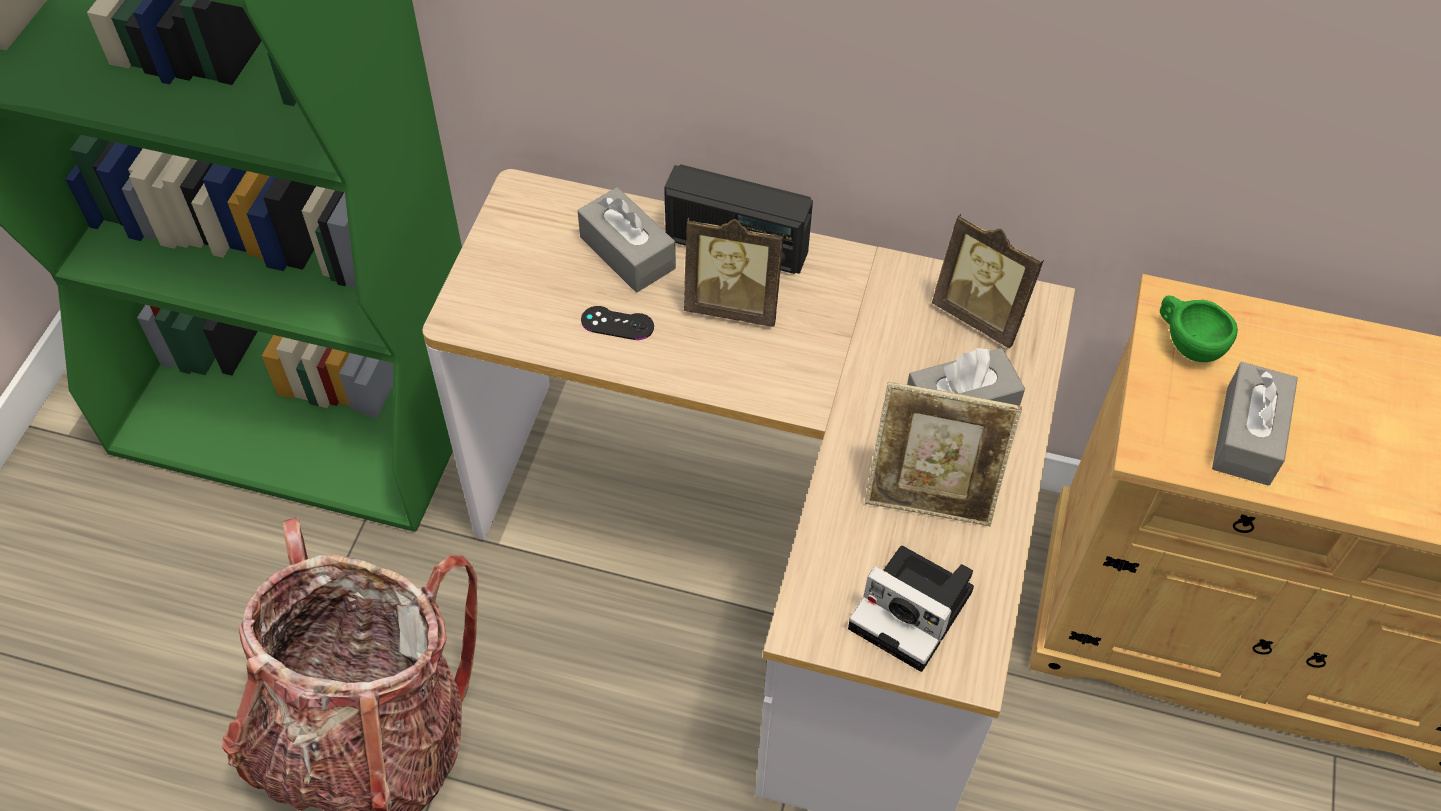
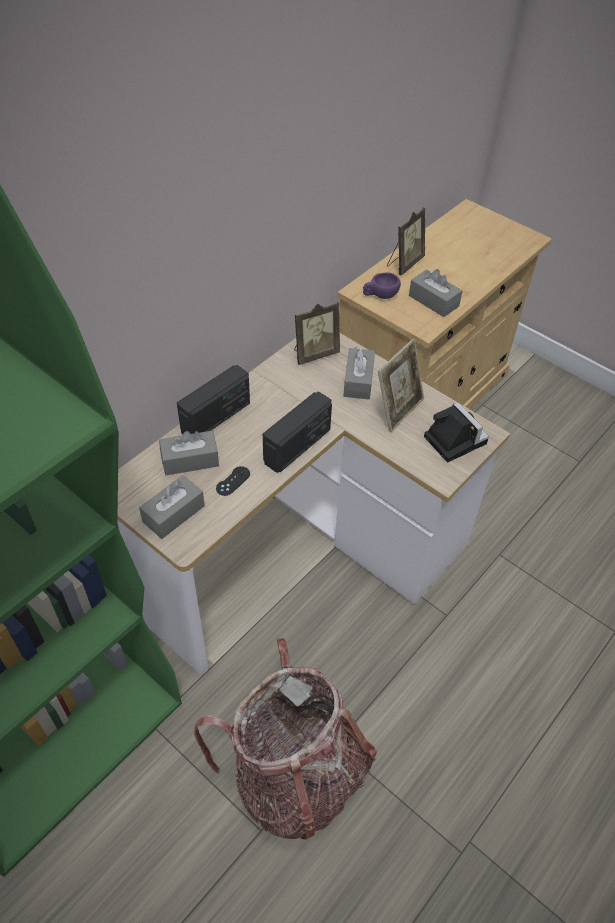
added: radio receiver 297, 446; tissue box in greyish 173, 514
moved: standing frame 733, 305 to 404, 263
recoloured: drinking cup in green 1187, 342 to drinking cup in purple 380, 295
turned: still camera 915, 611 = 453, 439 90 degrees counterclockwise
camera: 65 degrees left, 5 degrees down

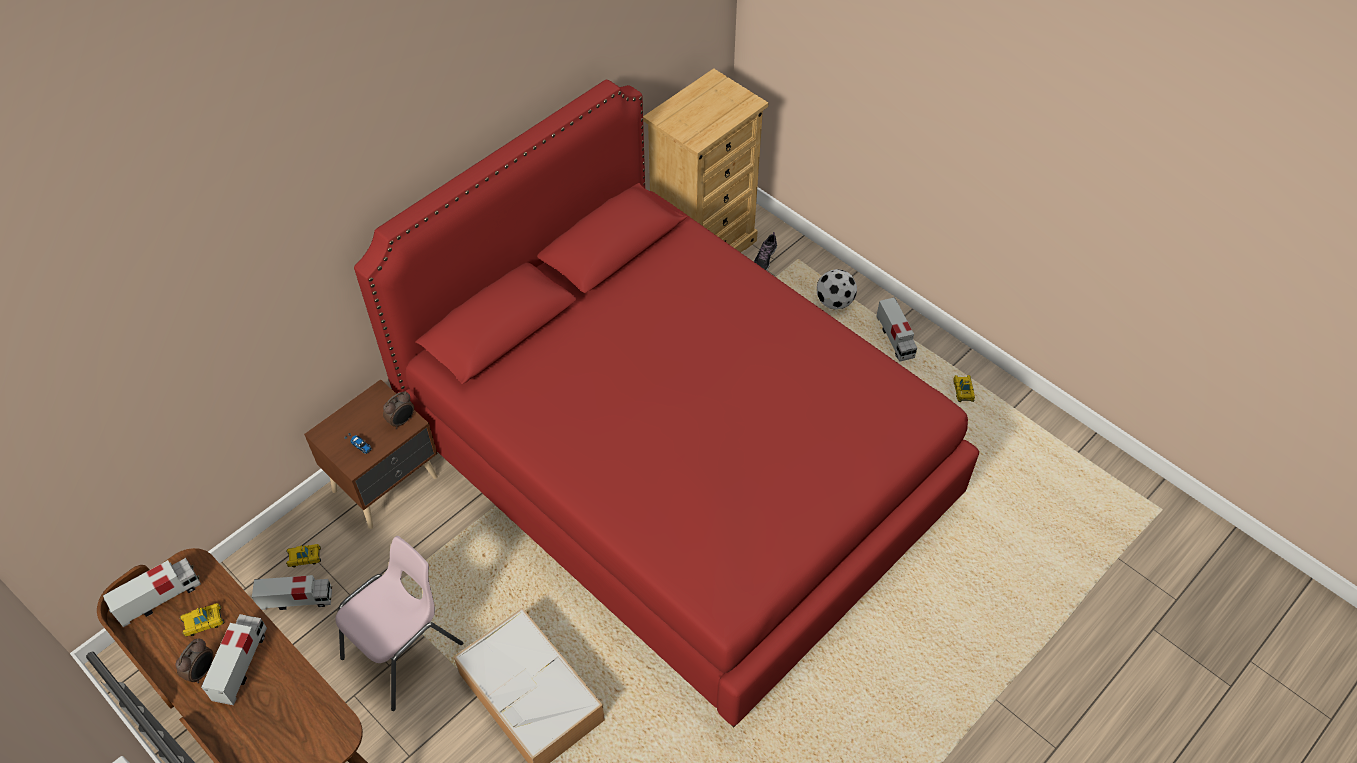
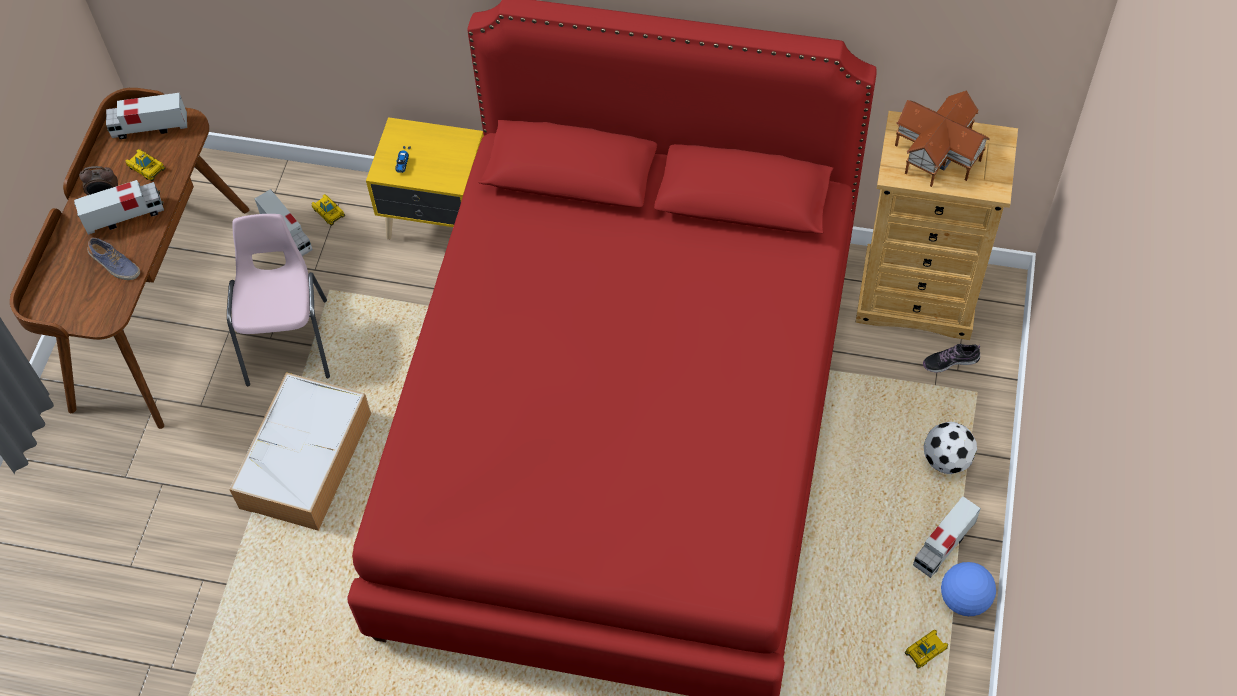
removed: alarm clock 402, 421
added: miniature house 939, 153; low shoe 115, 265; football 964, 600
recoloured: night table in brown 388, 484 to night table in yellow-coloured 439, 221
turned: plain chair in pink-coloured 405, 651 = 289, 341 105 degrees counterclockwise; model truck 160, 598 = 149, 127 150 degrees clockwise
camera: 60 degrees right, 5 degrees up

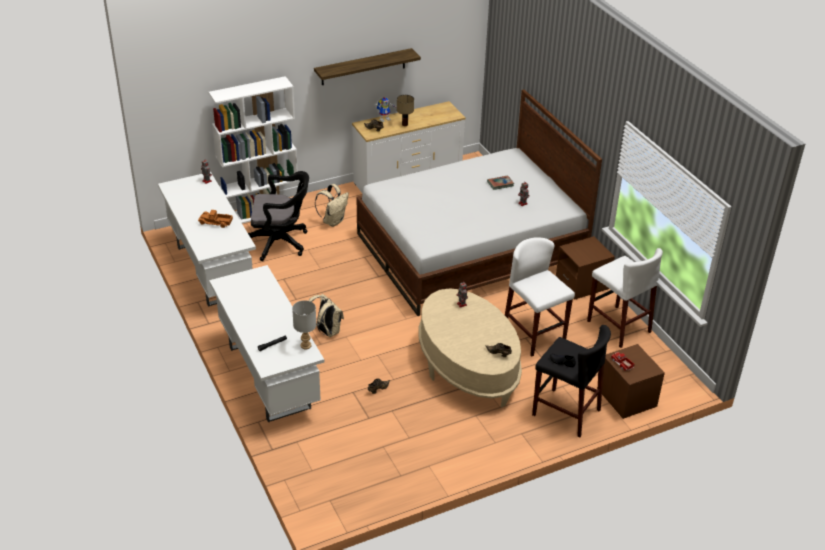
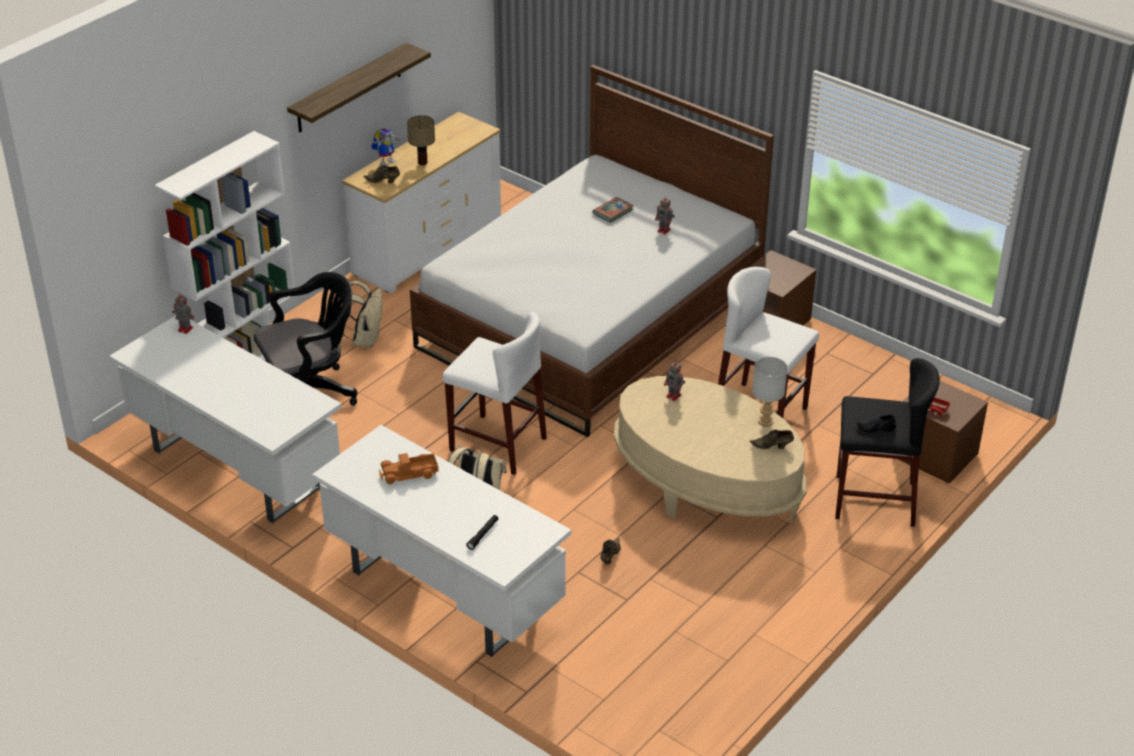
moved: model truck 215, 222 to 409, 474; stool seat in white-coloured 618, 326 to 497, 444; lamp for a table in greyish 305, 345 to 765, 422
camera: 25 degrees left, 0 degrees up

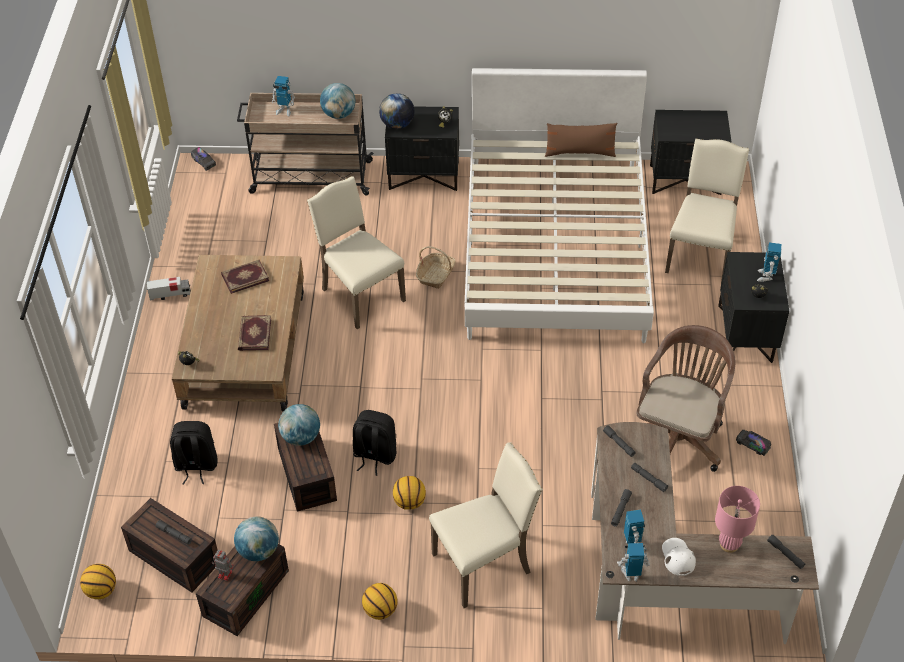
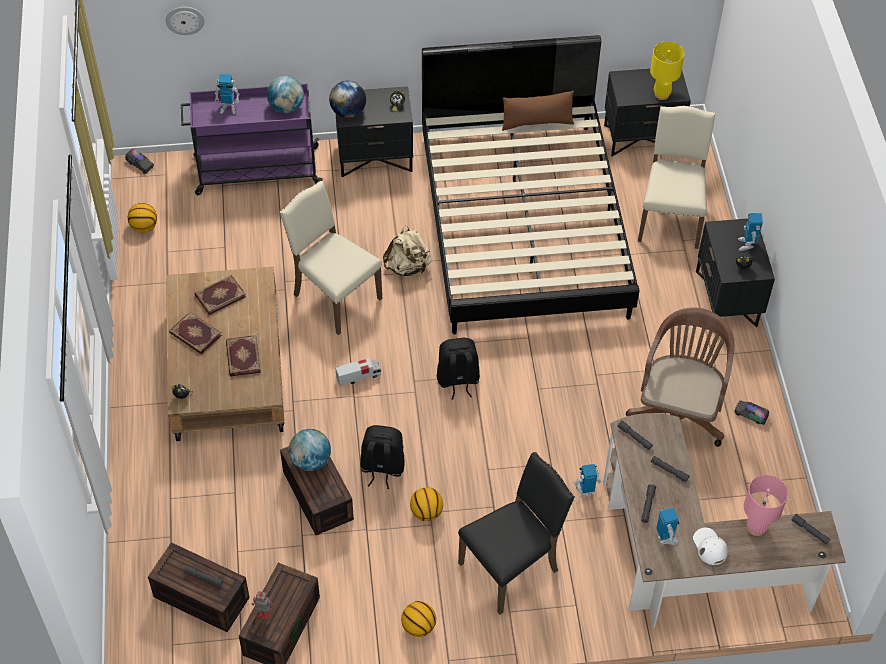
removed: desk globe 259, 550
added: wall clock 185, 20; lamp for a table in yellow-coloured 662, 94; book 195, 335
moved: model truck 170, 294 to 358, 377; backpack in blackish 196, 465 to 457, 380; model robot 631, 574 to 585, 491; basketball 101, 590 to 144, 227
replaced: basket 436, 275 to backpack in sand-coloured 408, 267
recoloured: bedroom bed in white-coloured 556, 246 to bedroom bed in blackish 524, 224; cart in sand-coloured 309, 177 to cart in purple 256, 171; plain chair in sand-coloured 484, 564 to plain chair in blackish 511, 567
camera: 10 degrees left, 5 degrees up

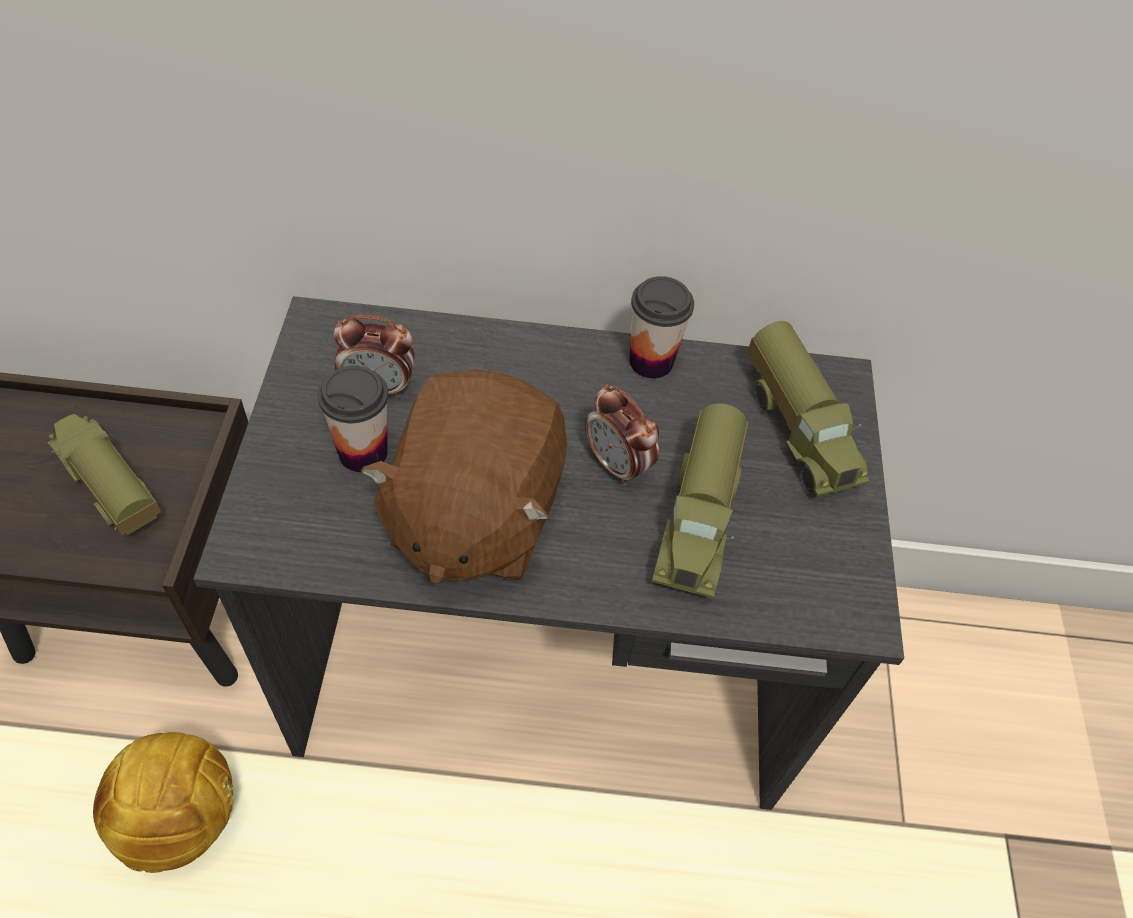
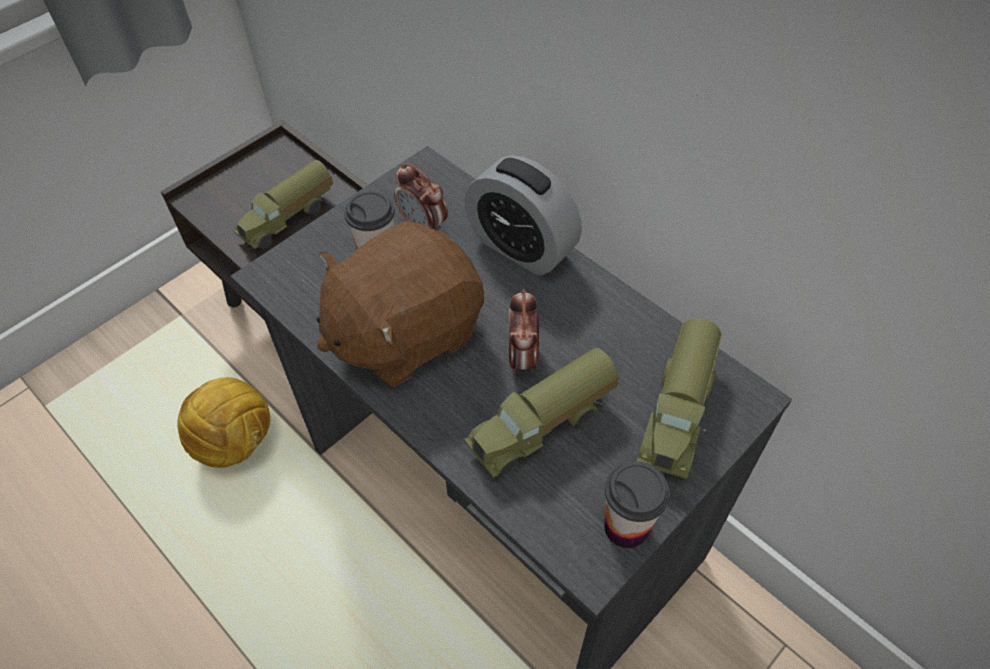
added: alarm clock 521, 247
moved: drinking cup 651, 361 to 626, 527
turned: model truck 109, 489 = 289, 219 135 degrees counterclockwise
camera: 45 degrees right, 0 degrees up

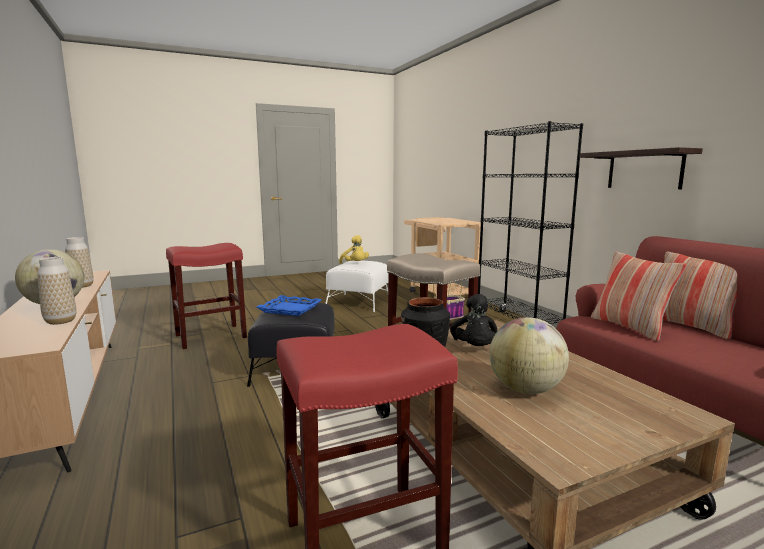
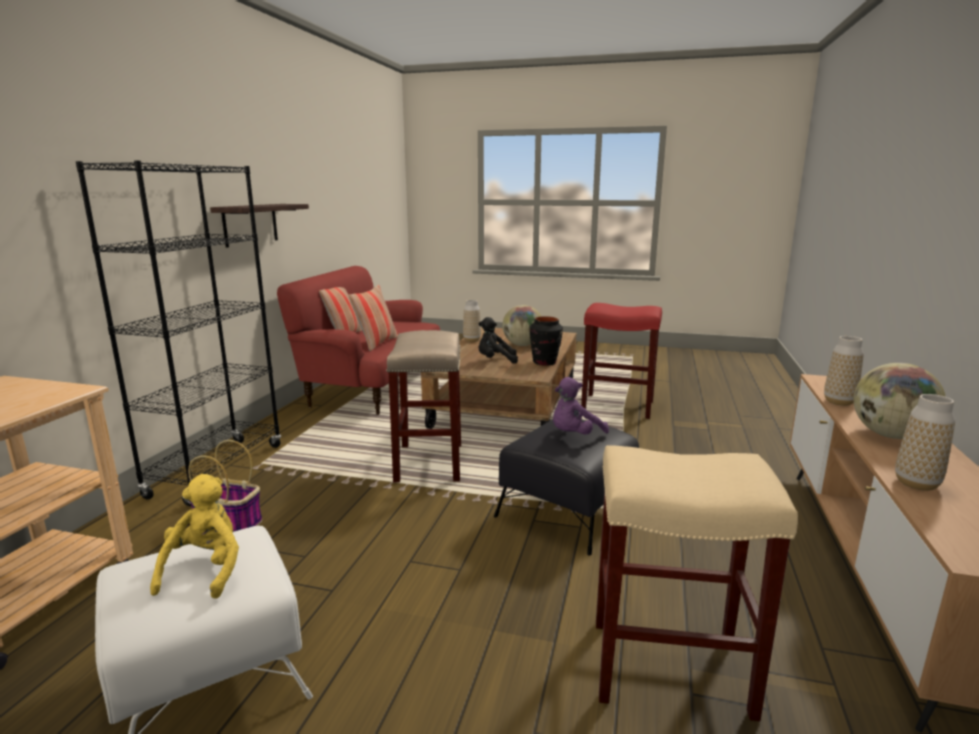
added: vase 472, 340
replaced: serving tray in blue 290, 309 to soft toy in purple 574, 435
recoloured: stool seat in reddish 211, 336 to stool seat in sand-coloured 667, 667
turned: soft toy in blackish 476, 349 = 495, 361 135 degrees counterclockwise
camera: 140 degrees left, 5 degrees up

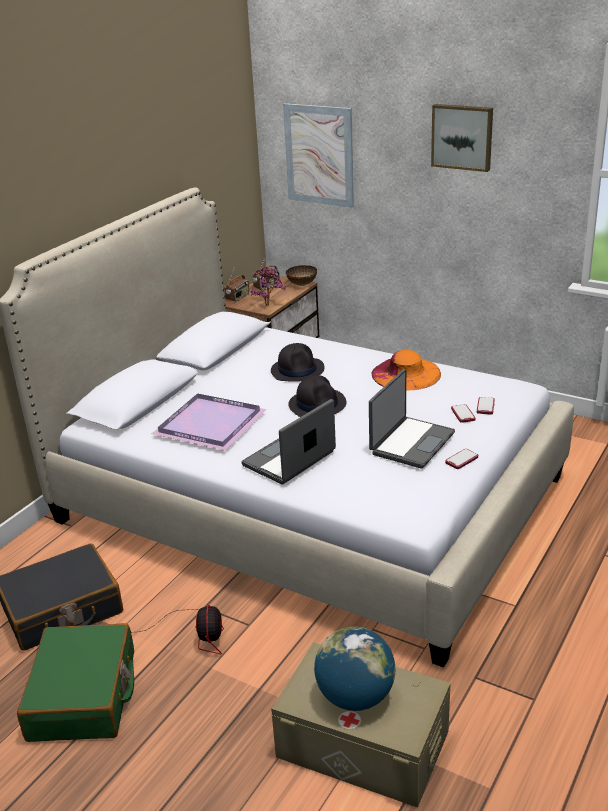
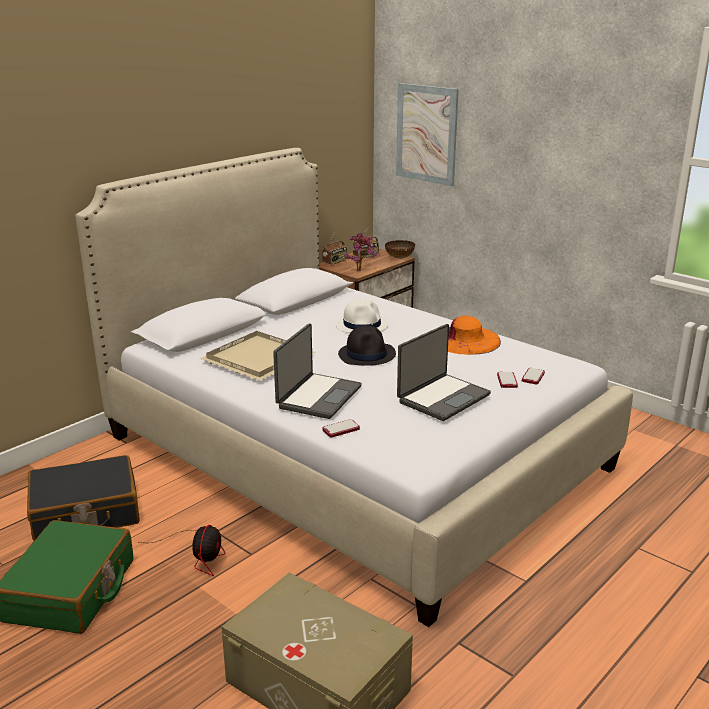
removed: wall picture 462, 137; desk globe 355, 697
moved: phone 461, 460 to 341, 429
recoloured: clothing hat in blackish 297, 370 to clothing hat in white-coloured 362, 325; serving tray in purple 208, 425 to serving tray in sand-coloured 256, 359
turned: portable computer 290, 459 = 318, 397 150 degrees clockwise
camera: 10 degrees right, 5 degrees down

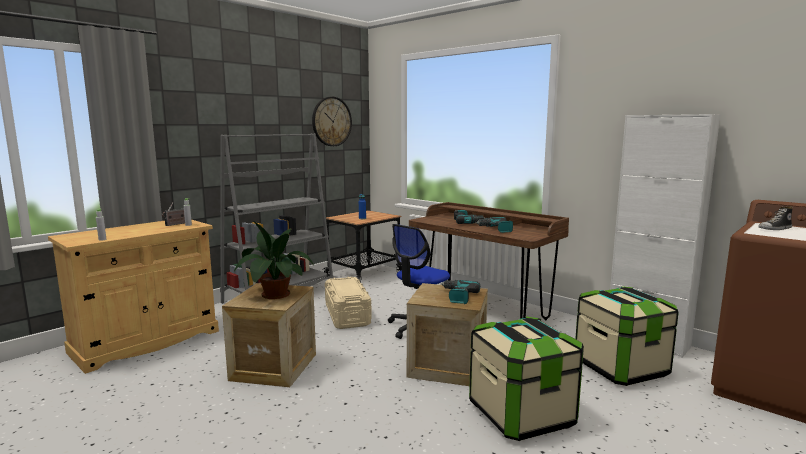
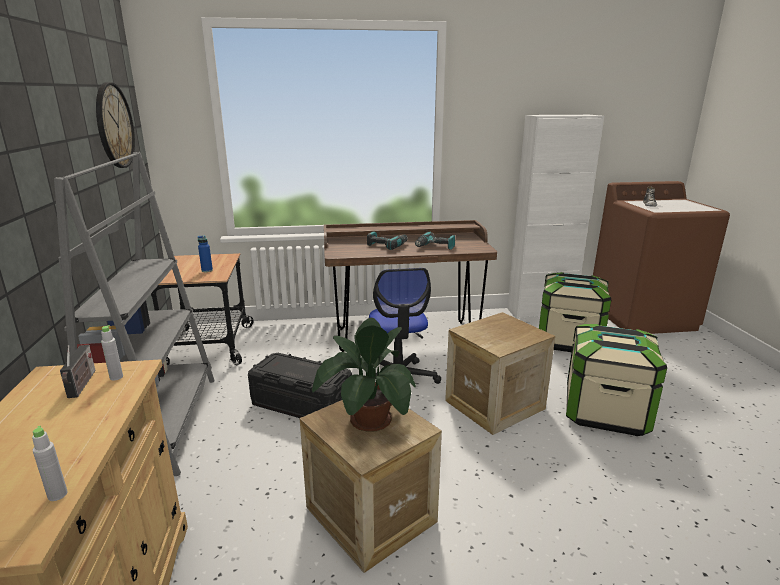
removed: drill 458, 296
recoloured: storage container in sand-coloured 347, 315 to storage container in blackish 302, 404
camera: 50 degrees left, 10 degrees up

